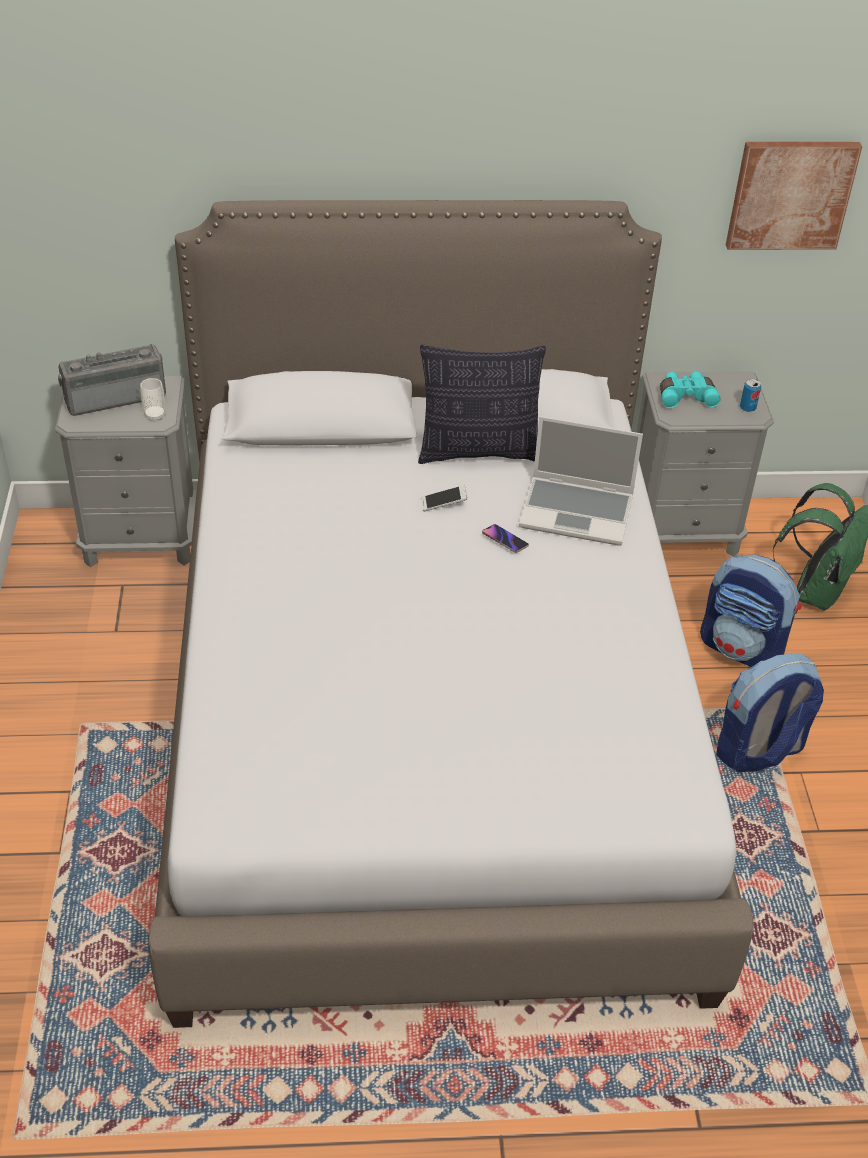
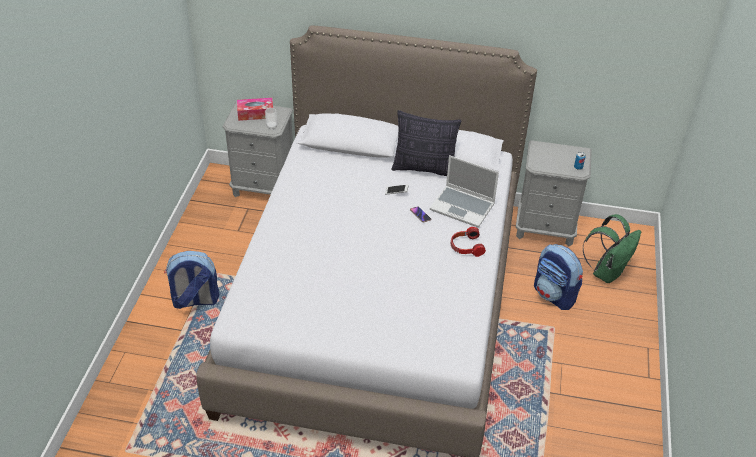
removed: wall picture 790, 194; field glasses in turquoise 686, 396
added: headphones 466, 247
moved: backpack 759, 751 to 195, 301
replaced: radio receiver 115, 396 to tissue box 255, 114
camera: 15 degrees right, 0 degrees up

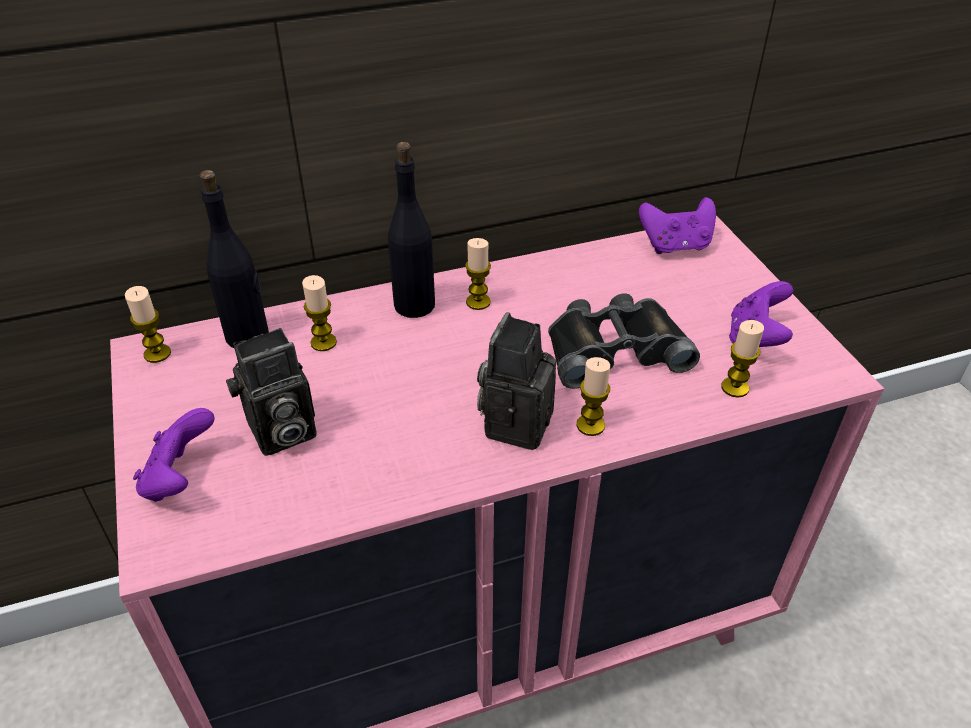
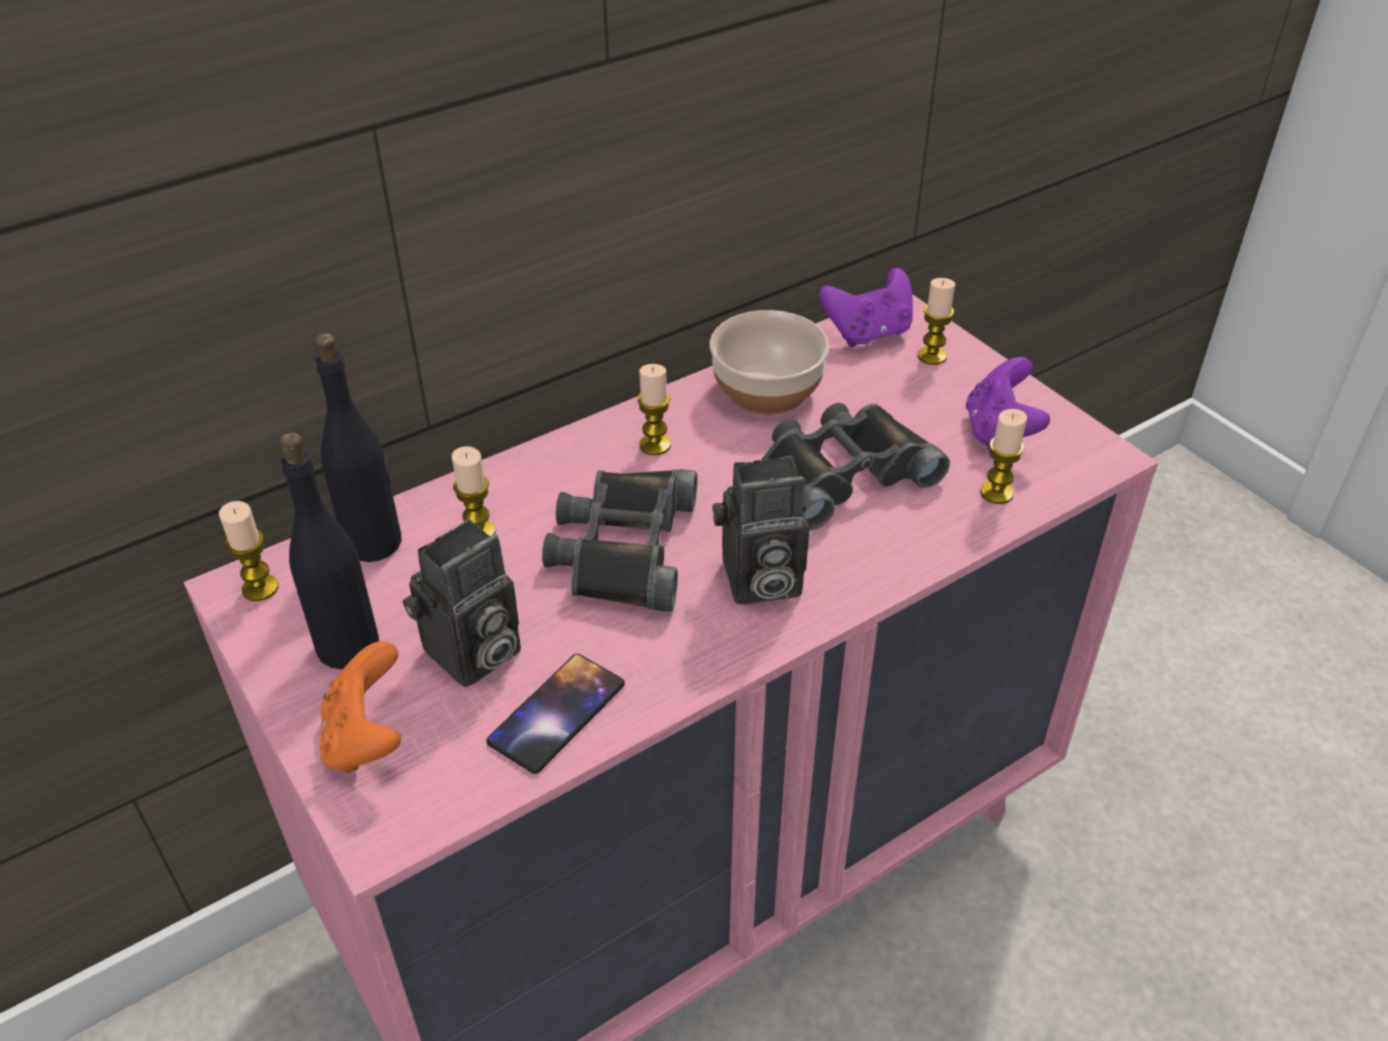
added: deep dish 766, 391; field glasses in blackish 622, 548; phone 556, 713
moved: drink bottle in blackish 414, 305 to 348, 645; wax light 590, 425 to 932, 356
recoloured: joypad in purple 180, 478 to joypad in orangey 367, 738
turned: still camera 515, 421 = 758, 582 105 degrees counterclockwise
camera: 15 degrees left, 0 degrees up

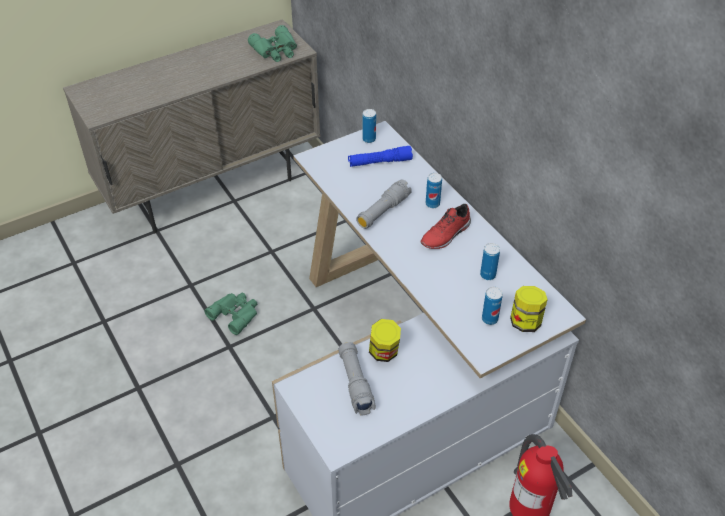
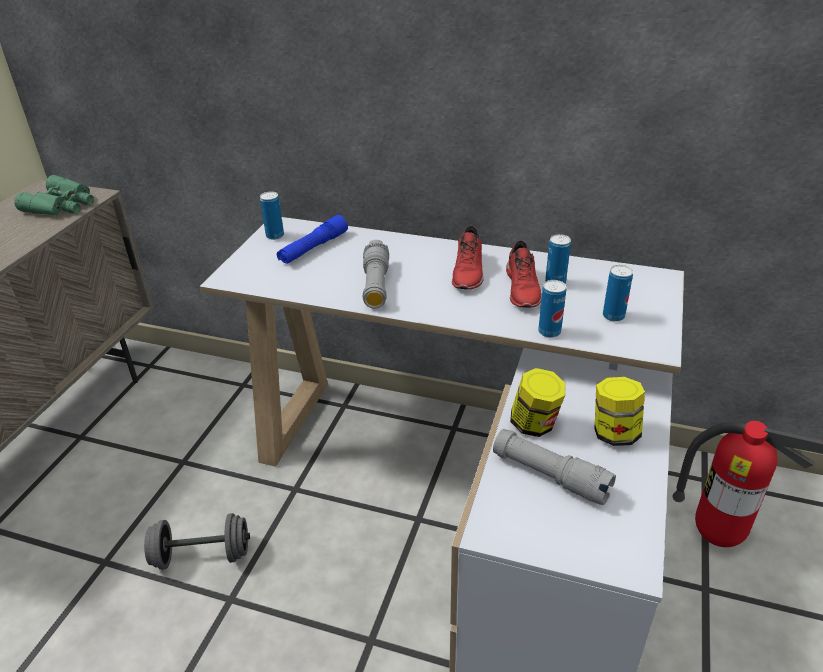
added: low shoe in reddish 523, 289
moved: can 432, 204 to 549, 332; jar 525, 322 to 614, 433
replaced: field glasses in green 235, 313 to dumbbell in greyish 202, 555
camera: 40 degrees left, 10 degrees down

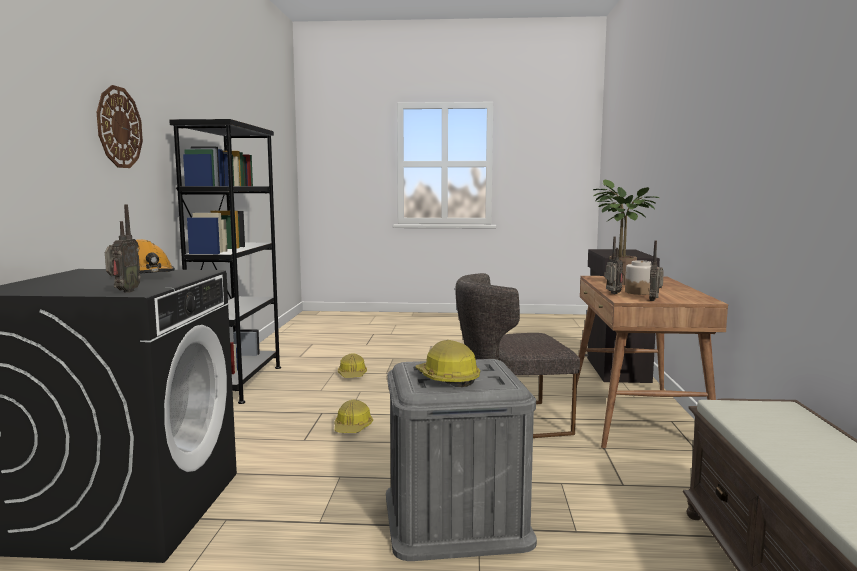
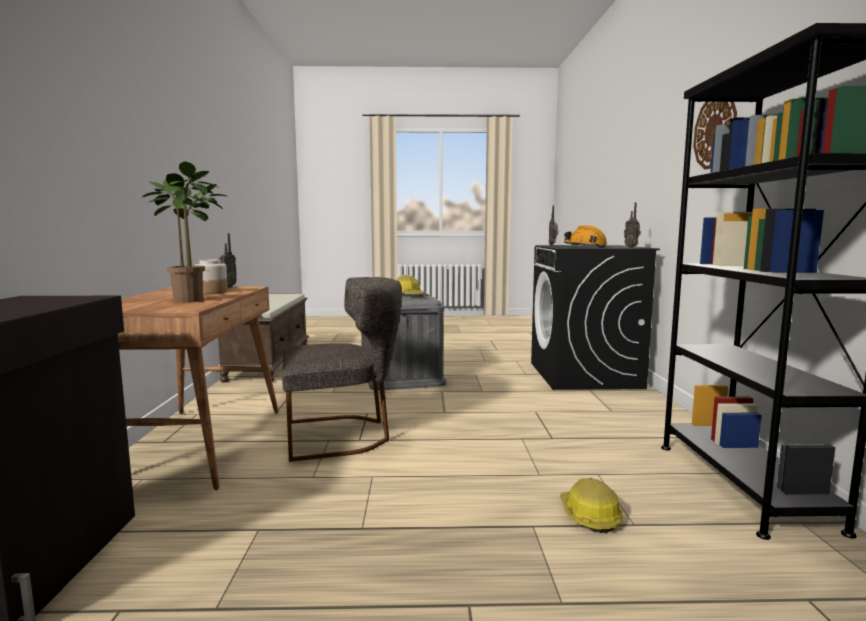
removed: safety helmet 353, 428
moved: radio receiver 612, 294 to 631, 247
camera: 175 degrees right, 0 degrees up

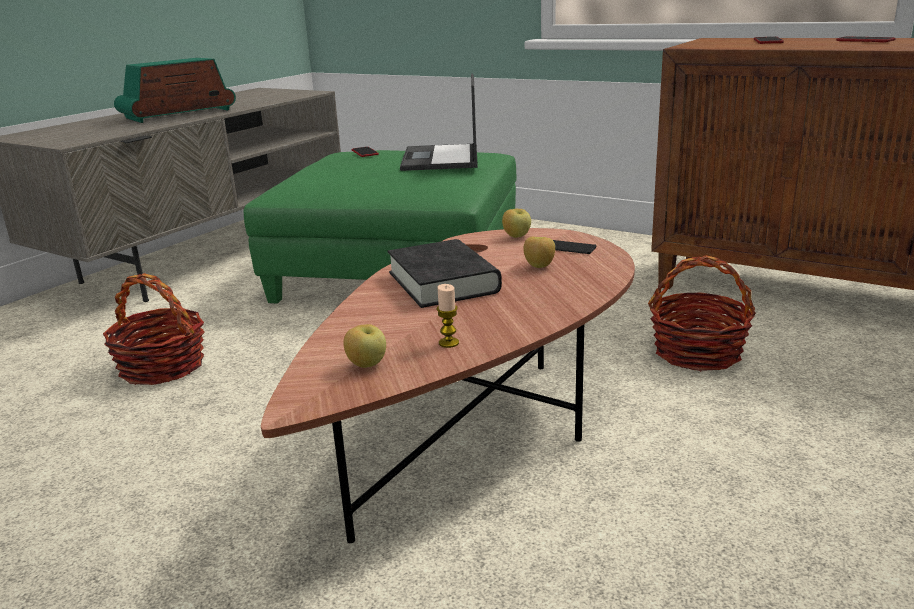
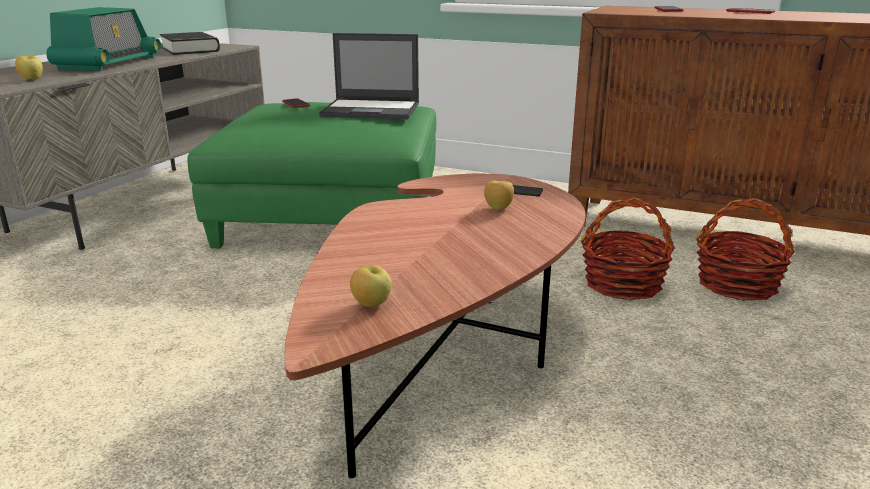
removed: wax light 448, 343
moved: apple fruit 517, 237 to 32, 79; book in blackish 443, 282 to 190, 49; basket 162, 367 to 737, 285
turned: radio receiver 177, 114 = 108, 63 150 degrees clockwise; portable computer 441, 159 = 372, 110 75 degrees counterclockwise
camera: 10 degrees left, 0 degrees up

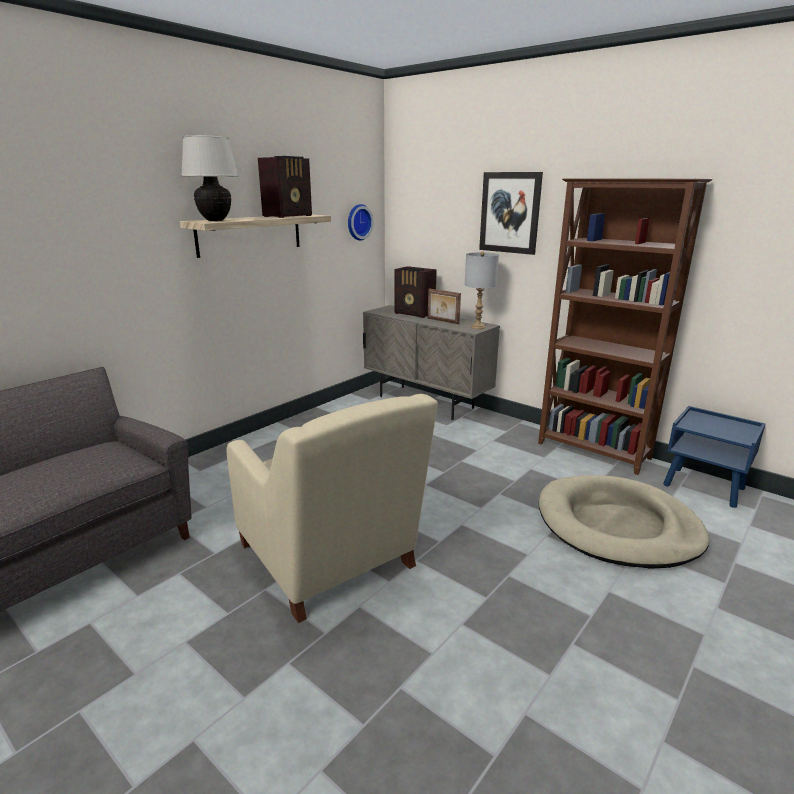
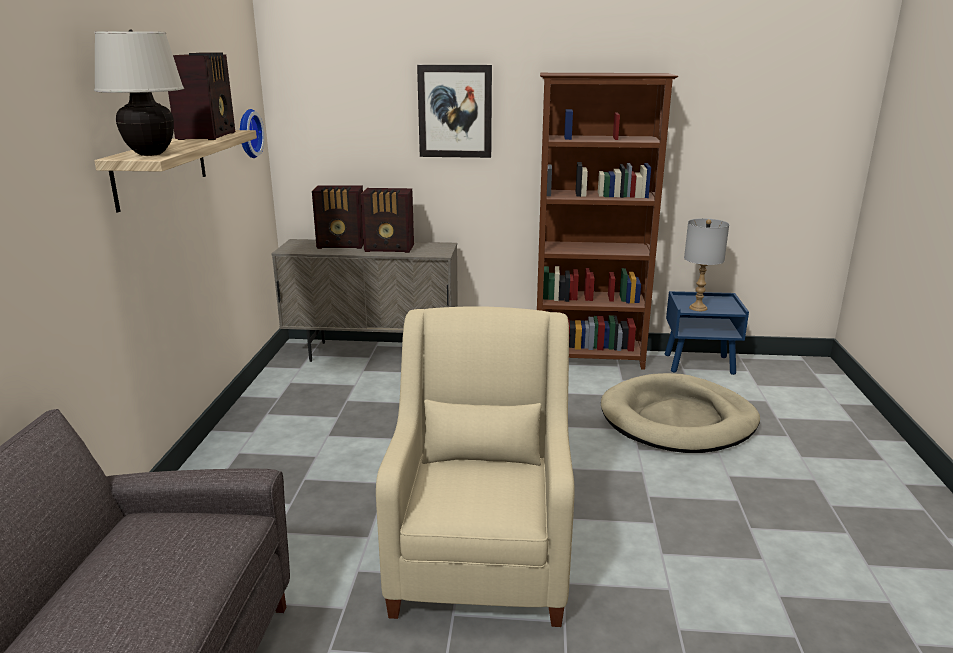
moved: lamp for a table in greyish 477, 327 to 698, 308
replaced: standing frame 442, 321 to radio receiver 390, 248
turned: armchair in sand-coloured 330, 560 = 481, 555 105 degrees counterclockwise
camera: 35 degrees left, 0 degrees up

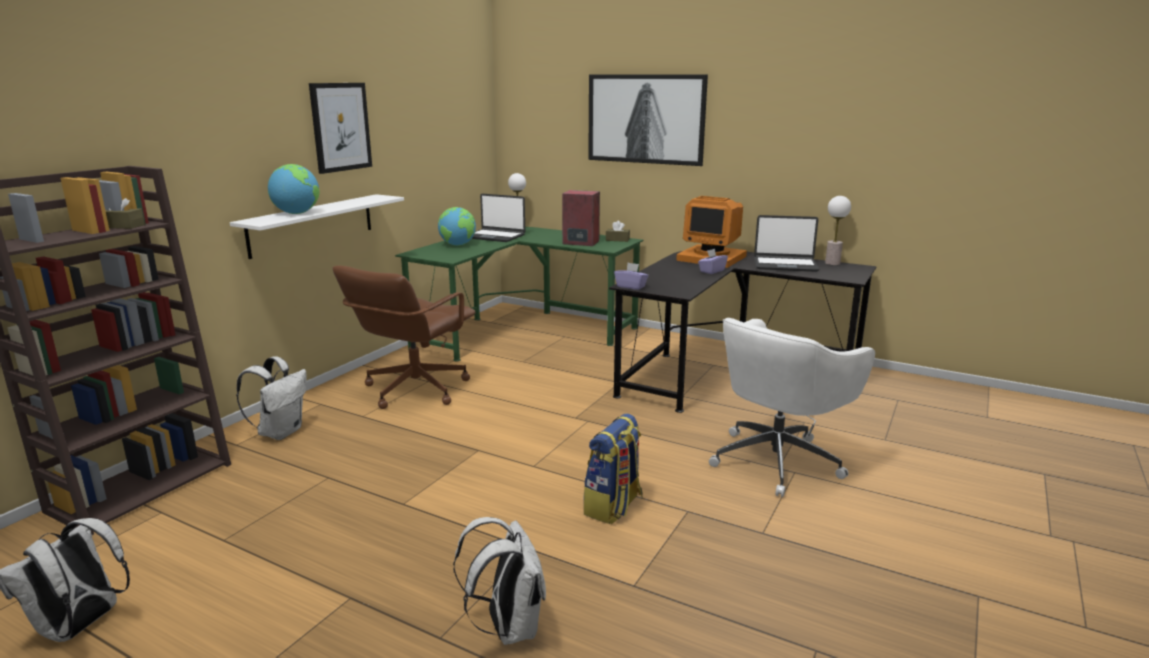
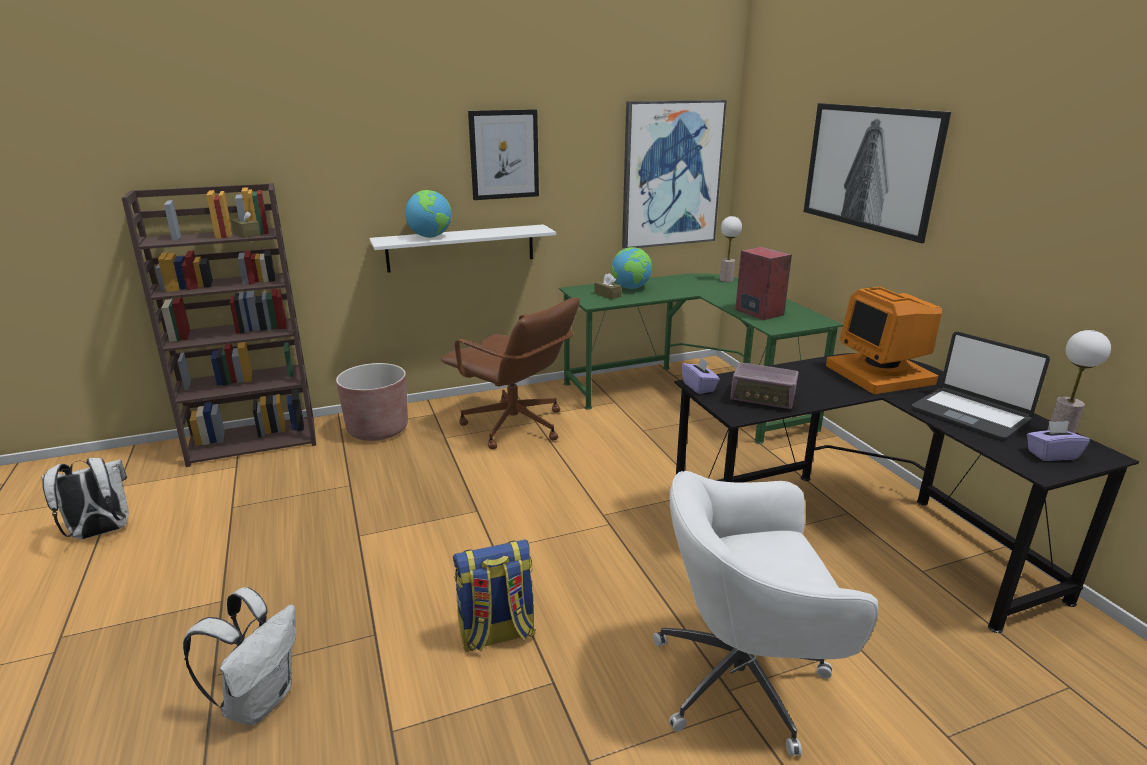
removed: portable computer 495, 236
added: wall picture 671, 174; radio receiver 763, 398
moved: tissue box in brown 617, 240 to 607, 295; tissue box in purple 712, 271 to 1051, 455
replaced: backpack in white-coloured 280, 432 to planter in brown 378, 429
turned: desk chair in brown 414, 389 = 514, 426 120 degrees counterclockwise
camera: 40 degrees right, 5 degrees up

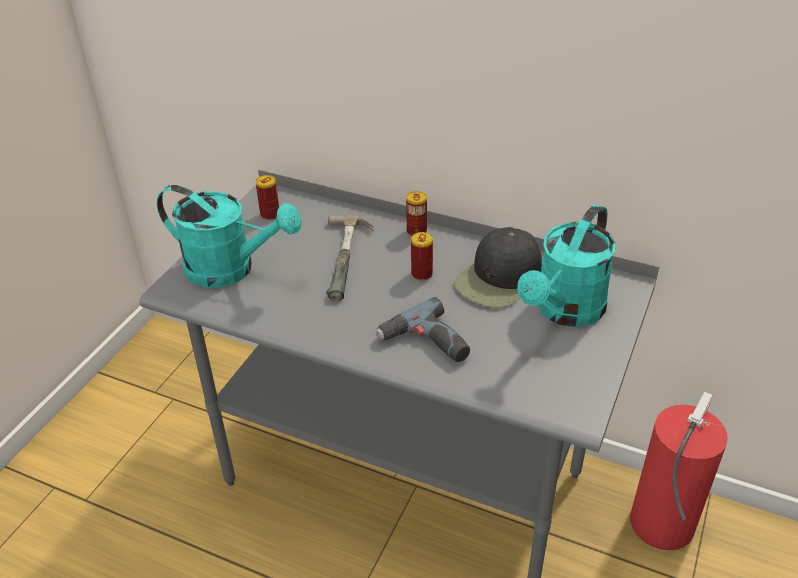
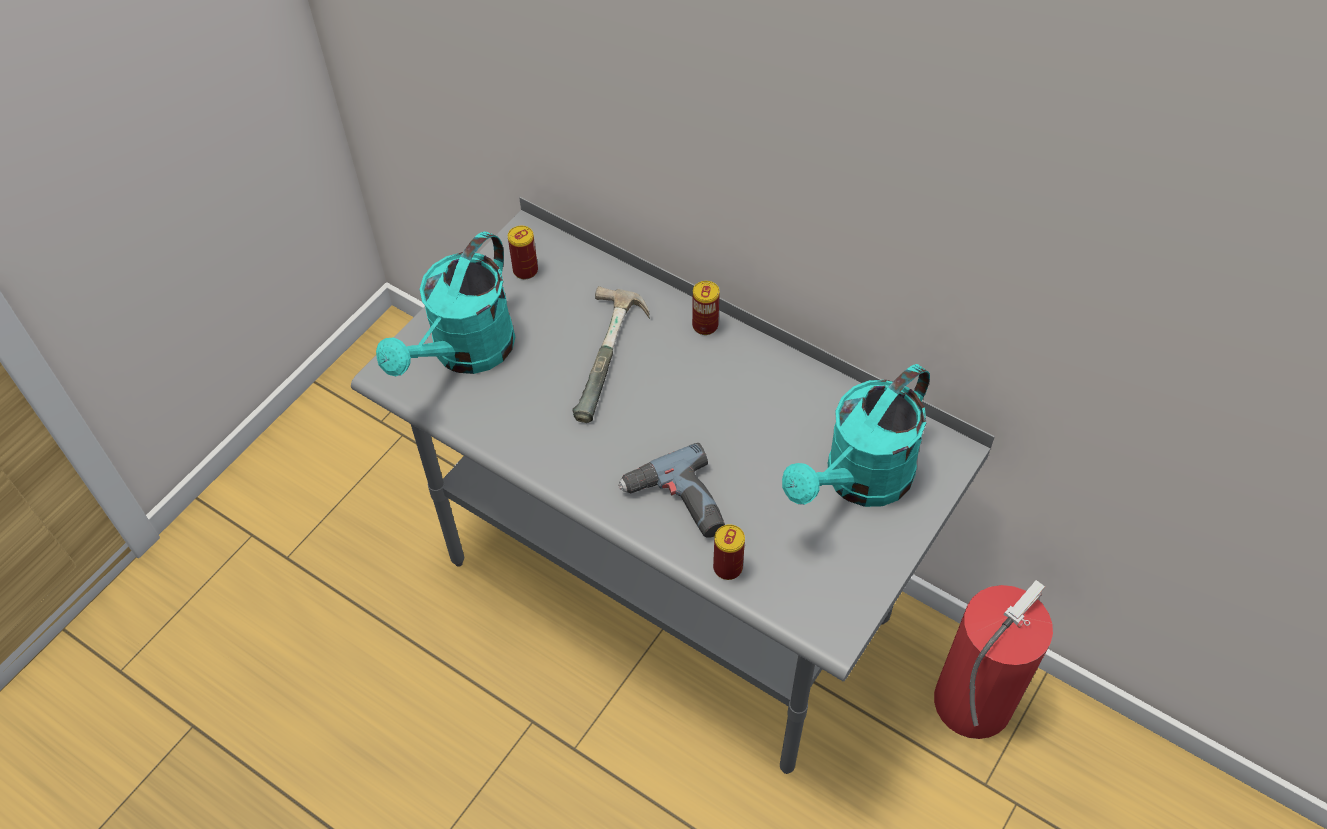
removed: cap in blackish 499, 278
moved: can 421, 274 to 727, 567
turned: watering pot in turquoise 231, 269 = 465, 353 90 degrees clockwise
camera: 10 degrees right, 15 degrees up

